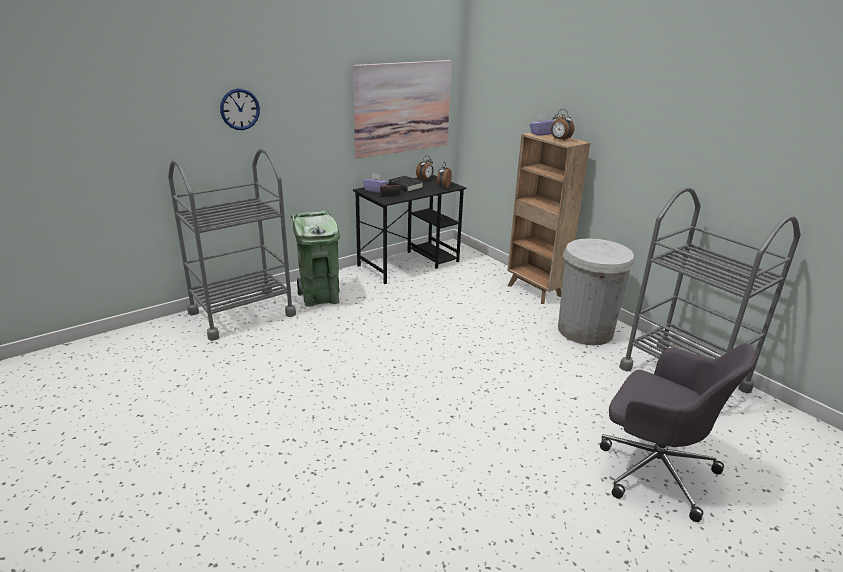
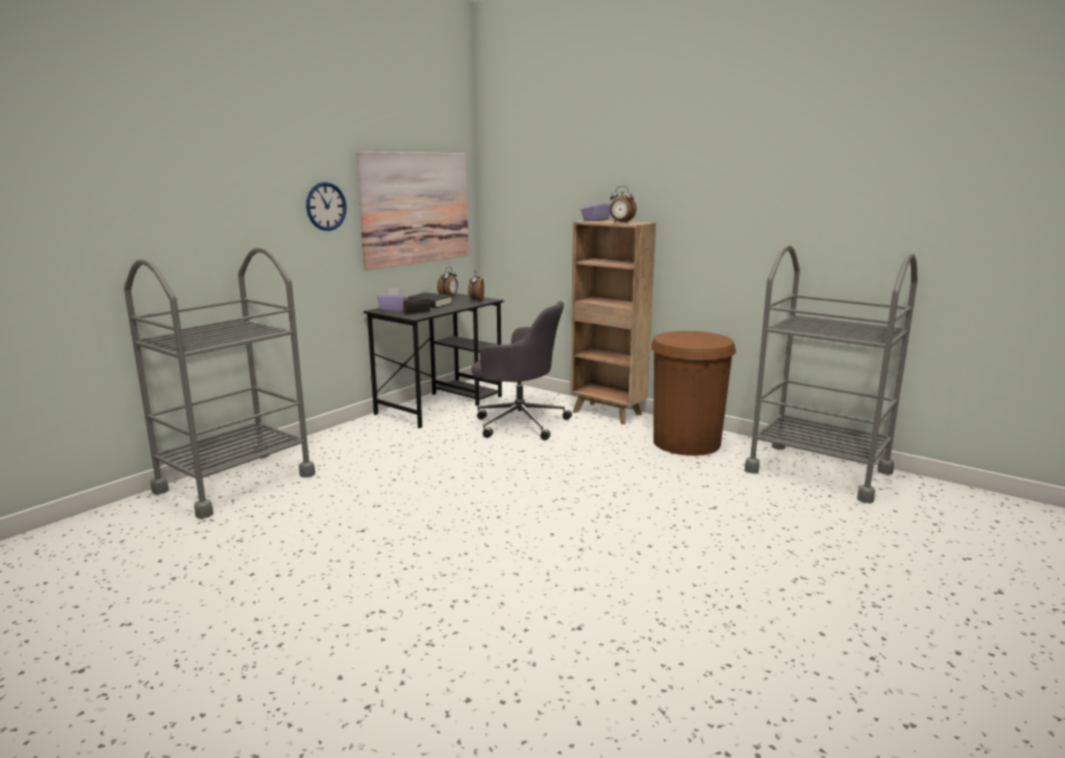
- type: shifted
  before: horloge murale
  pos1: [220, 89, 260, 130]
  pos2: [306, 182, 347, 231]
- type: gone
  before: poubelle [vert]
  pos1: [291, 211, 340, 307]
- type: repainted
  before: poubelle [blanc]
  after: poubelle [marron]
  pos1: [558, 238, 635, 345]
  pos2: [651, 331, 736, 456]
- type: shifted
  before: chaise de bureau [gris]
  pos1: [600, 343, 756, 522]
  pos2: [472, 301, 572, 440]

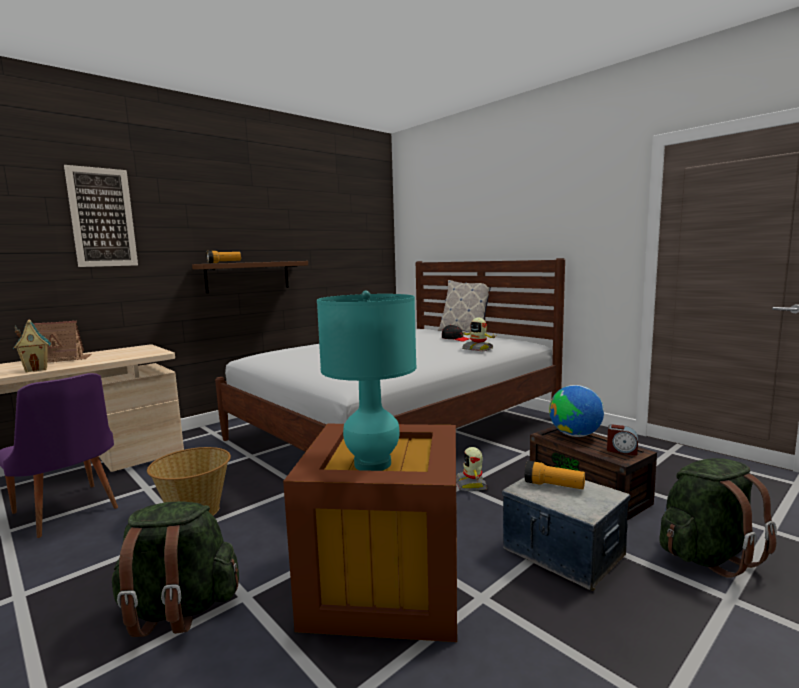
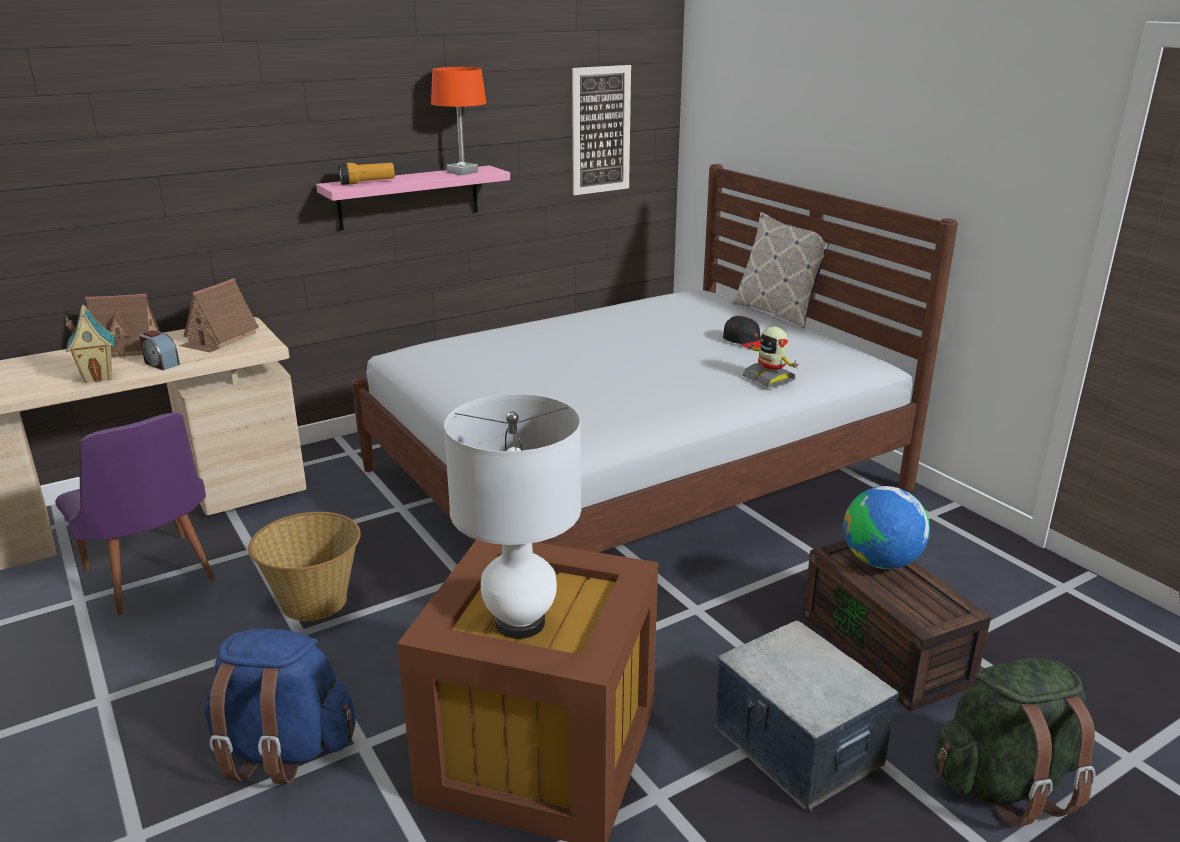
- type: shifted
  before: tableau
  pos1: [64, 165, 138, 267]
  pos2: [572, 65, 631, 195]
- type: repainted
  before: sac à dos [vert]
  after: sac à dos [bleu]
  pos1: [111, 501, 239, 637]
  pos2: [205, 628, 356, 784]
- type: repainted
  before: étagère [marron]
  after: étagère [rose]
  pos1: [192, 261, 308, 293]
  pos2: [316, 165, 510, 231]
- type: repainted
  before: lampe de table [turquoise]
  after: lampe de table [blanc]
  pos1: [317, 291, 417, 471]
  pos2: [444, 394, 581, 639]
- type: gone
  before: robot jouet
  pos1: [456, 447, 488, 491]
- type: gone
  before: lampe de poche
  pos1: [525, 461, 585, 489]
- type: shifted
  before: réveil
  pos1: [607, 424, 638, 455]
  pos2: [139, 330, 180, 370]
- type: new
  after: maison miniature
  pos2: [179, 278, 259, 353]
- type: new
  after: lampe de table [orange]
  pos2: [431, 67, 486, 175]

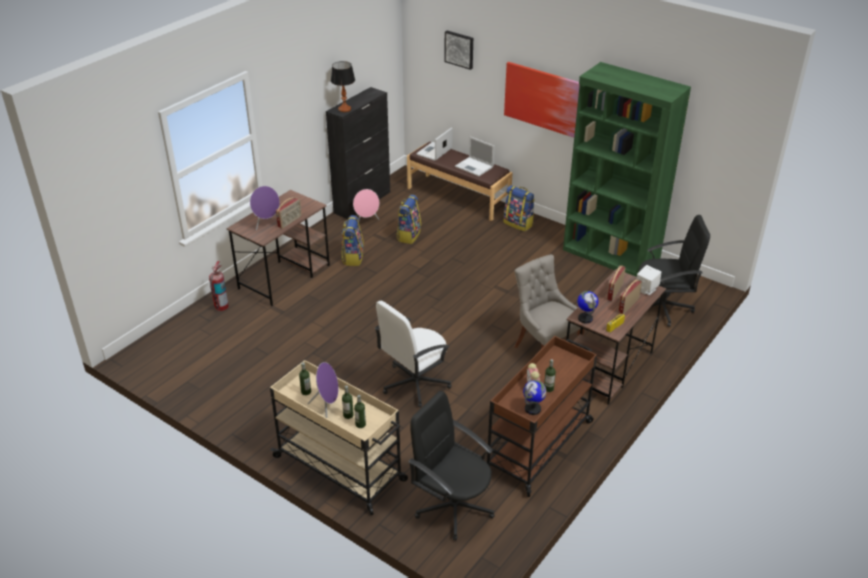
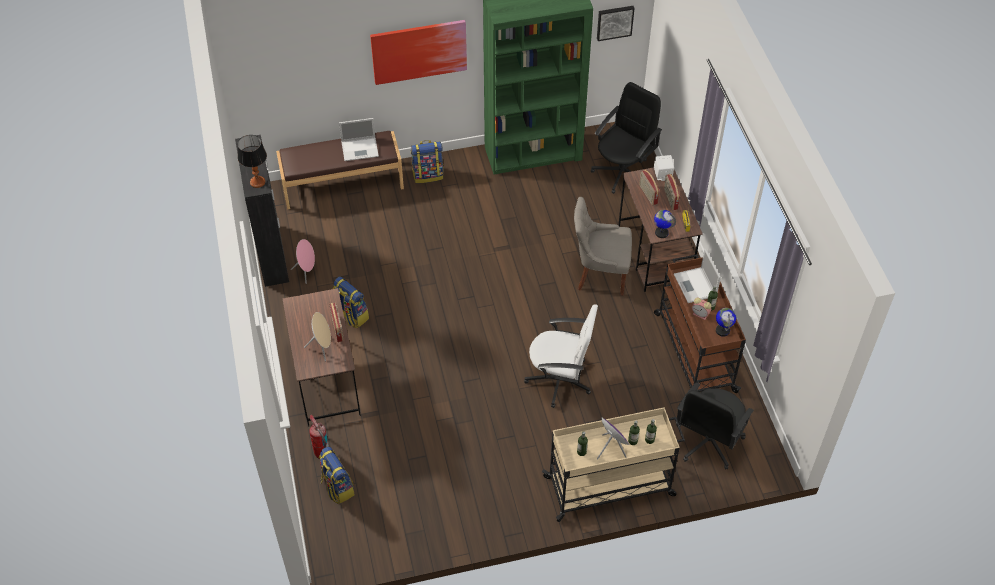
- type: repainted
  before: enceinte [violet]
  after: enceinte [beige]
  pos1: [250, 186, 280, 231]
  pos2: [304, 312, 331, 361]
- type: rotated
  before: chaise de bureau [blanc]
  pos1: [375, 301, 452, 408]
  pos2: [524, 304, 598, 408]
  turn: -75
- type: shifted
  before: sac à dos
  pos1: [396, 195, 421, 244]
  pos2: [319, 446, 355, 504]
- type: rotated
  before: chaise de bureau [noir]
  pos1: [408, 391, 495, 541]
  pos2: [676, 382, 754, 469]
  turn: -45
- type: shifted
  before: ordinateur portable
  pos1: [416, 127, 453, 161]
  pos2: [674, 249, 721, 303]
- type: shifted
  before: tableau
  pos1: [444, 31, 473, 70]
  pos2: [597, 6, 635, 41]

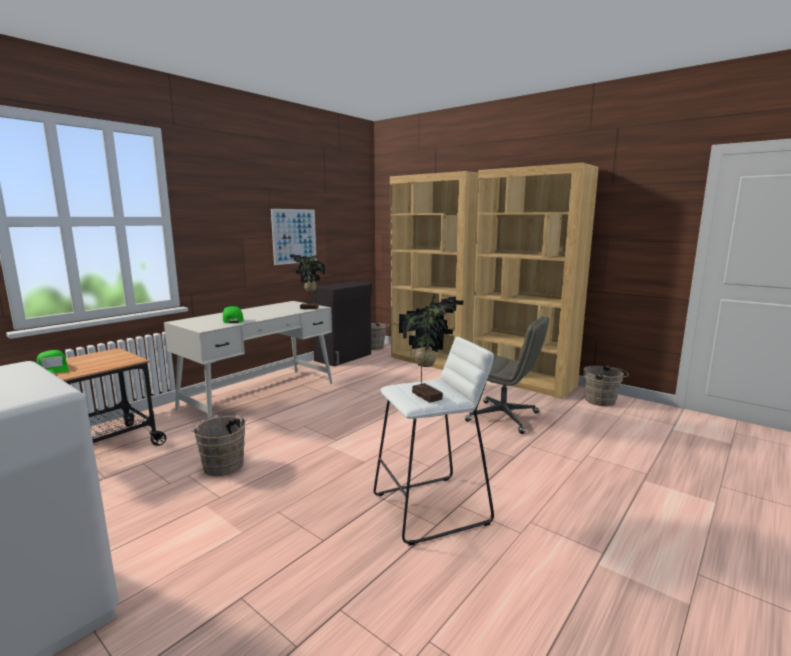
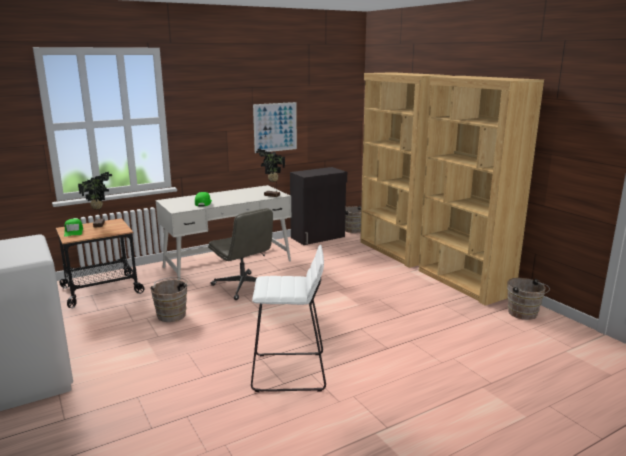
- type: shifted
  before: plante en pot
  pos1: [399, 295, 463, 403]
  pos2: [78, 172, 112, 228]
- type: shifted
  before: chaise de bureau [gris]
  pos1: [465, 316, 549, 434]
  pos2: [208, 208, 273, 300]

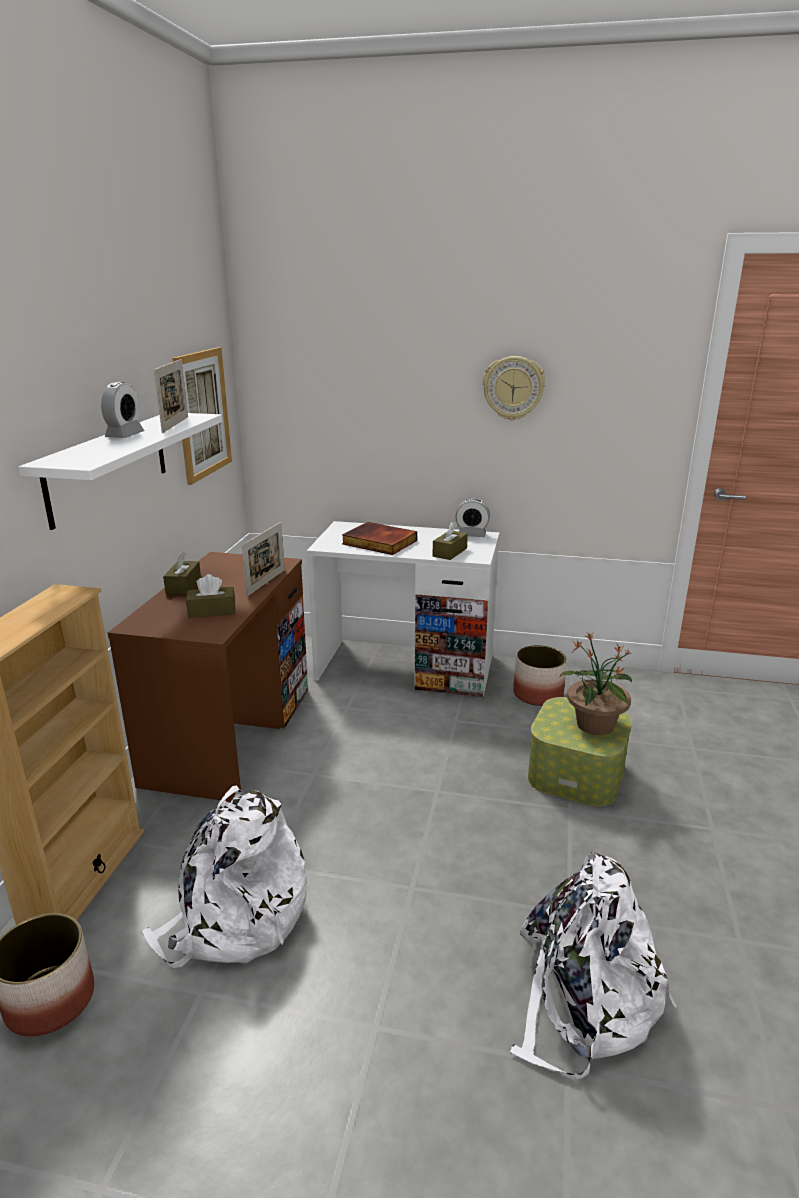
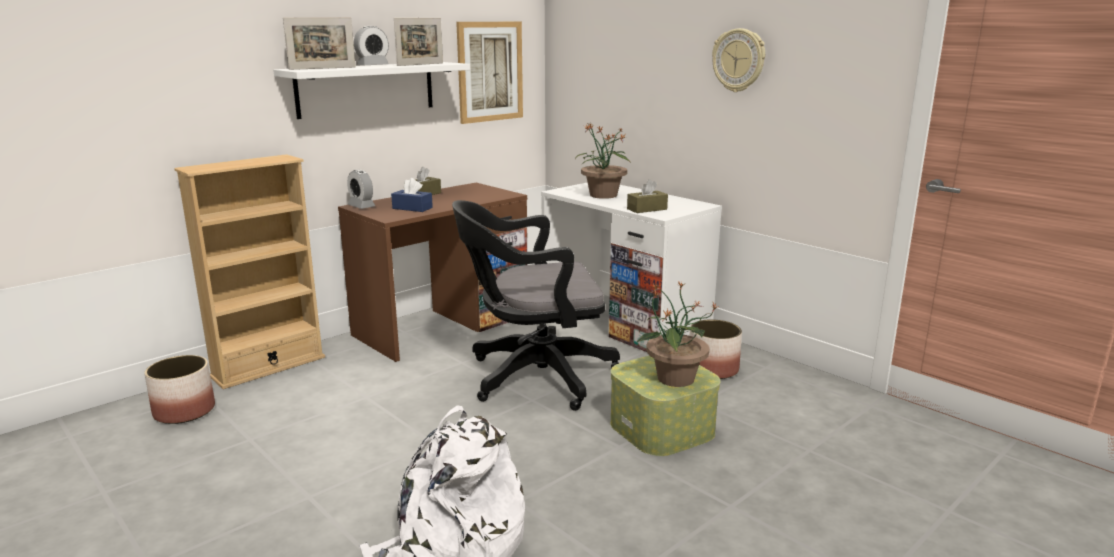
- type: gone
  before: sac à dos [blanc]
  pos1: [141, 785, 307, 968]
- type: repainted
  before: boîte à mouchoirs [marron]
  after: boîte à mouchoirs [bleu]
  pos1: [186, 574, 235, 618]
  pos2: [391, 178, 433, 212]
- type: shifted
  before: cadre photo
  pos1: [242, 522, 285, 597]
  pos2: [283, 17, 356, 70]
- type: swapped
  before: livre
  after: plante en pot
  pos1: [342, 522, 417, 555]
  pos2: [575, 123, 631, 199]
- type: shifted
  before: réveil
  pos1: [456, 498, 490, 537]
  pos2: [347, 170, 375, 209]
- type: new
  after: chaise de bureau [noir]
  pos2: [452, 200, 620, 411]

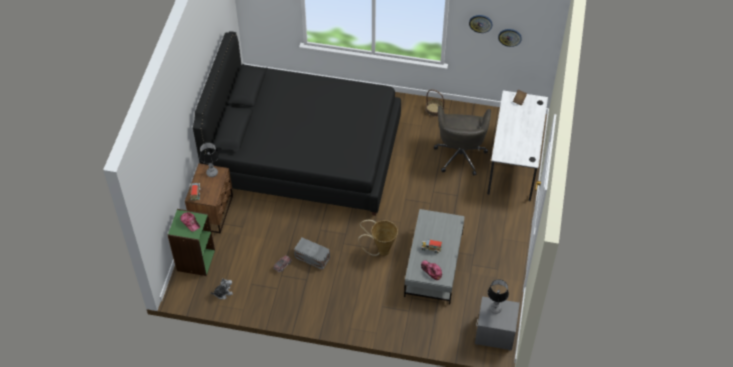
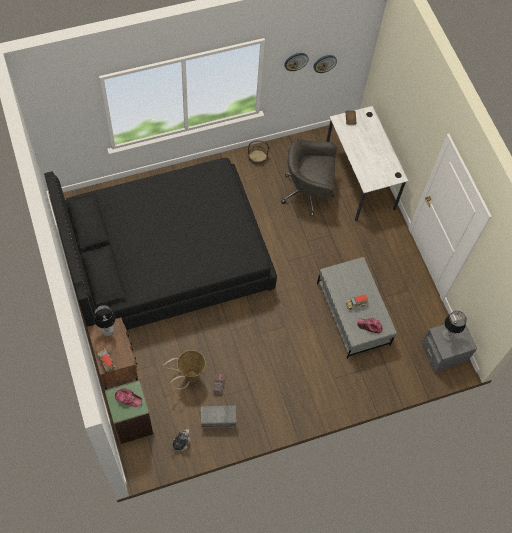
- type: shifted
  before: boîte de rangement [gris]
  pos1: [294, 238, 330, 270]
  pos2: [201, 406, 236, 429]
- type: shifted
  before: panier
  pos1: [358, 220, 398, 256]
  pos2: [162, 350, 206, 389]
- type: rotated
  before: chaise de bureau [gris]
  pos1: [434, 106, 491, 175]
  pos2: [281, 139, 337, 216]
  turn: 120

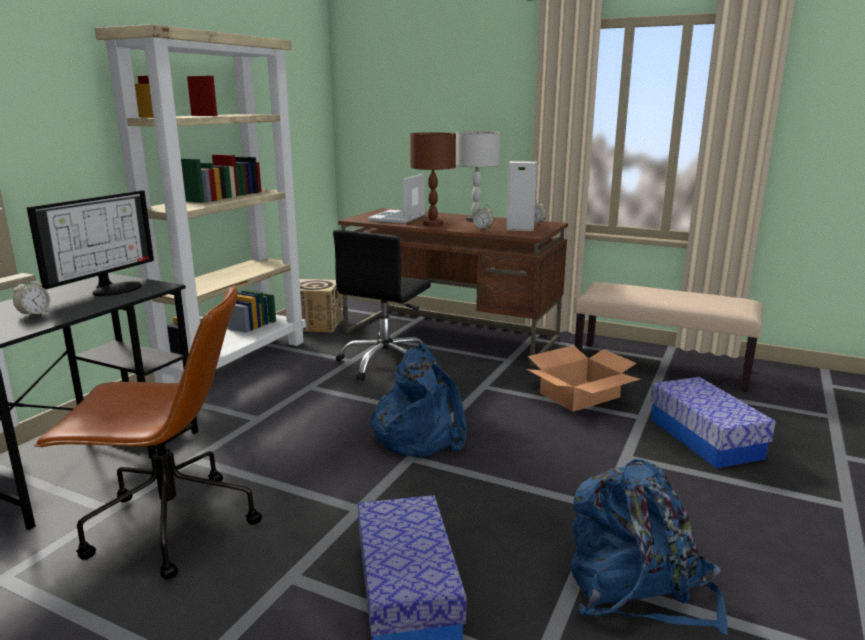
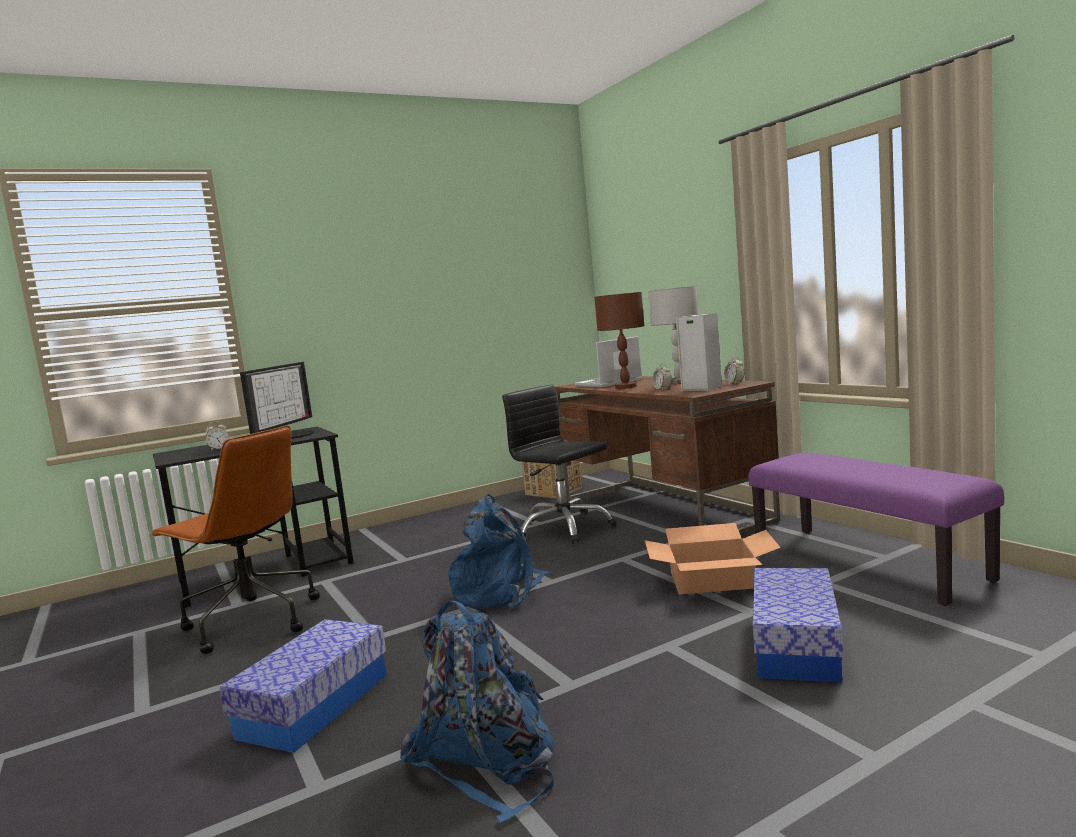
- type: rotated
  before: écran d'ordinateur
  pos1: [27, 190, 154, 296]
  pos2: [240, 362, 315, 439]
  turn: -45
- type: gone
  before: bibliothèque [beige]
  pos1: [95, 24, 306, 383]
- type: rotated
  before: chaise de bureau [noir]
  pos1: [333, 230, 431, 381]
  pos2: [502, 385, 617, 544]
  turn: 75
- type: repainted
  before: banc [beige]
  after: banc [violet]
  pos1: [575, 282, 762, 392]
  pos2: [748, 452, 1004, 606]

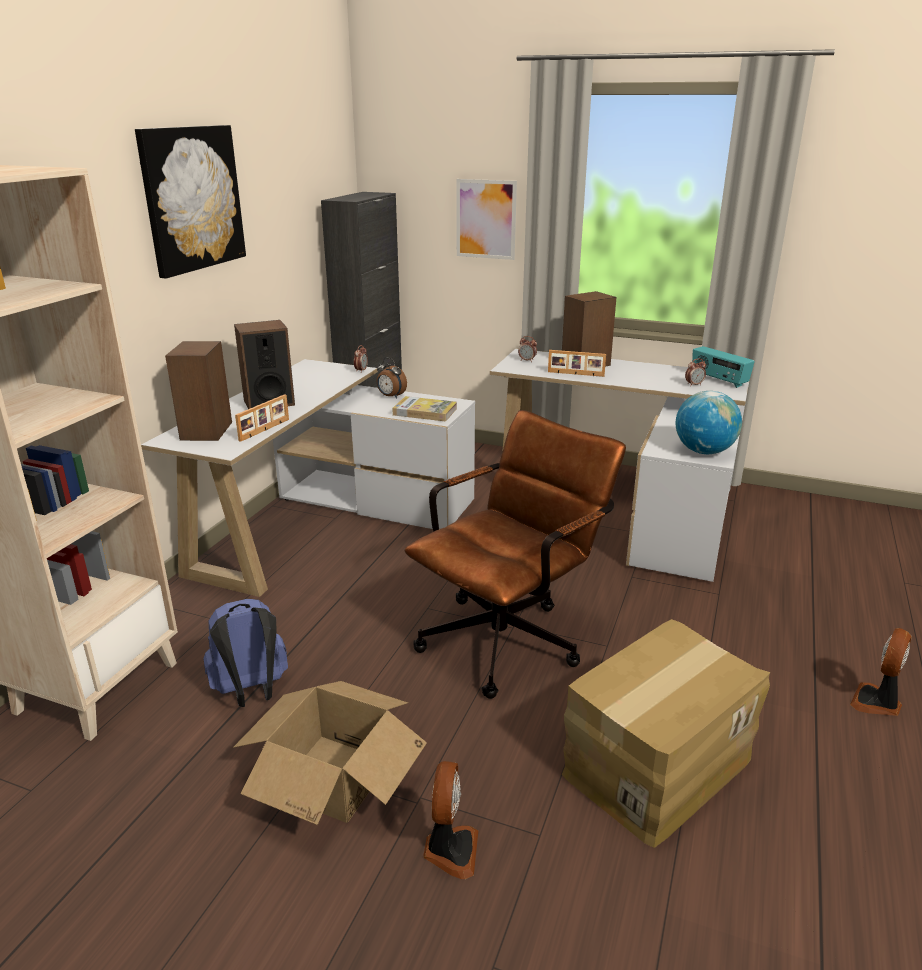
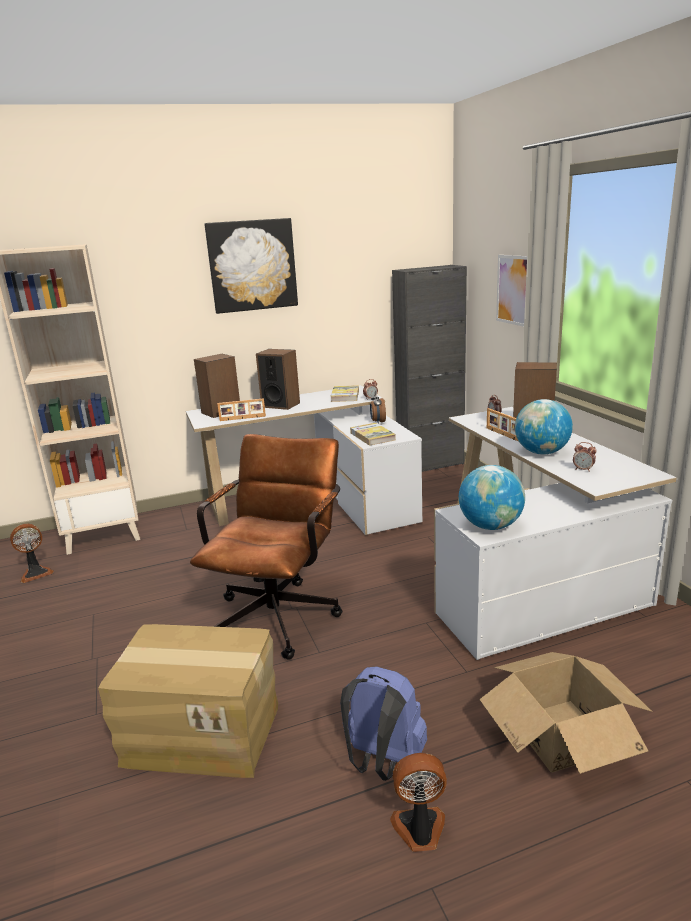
- type: shifted
  before: sac à dos [bleu]
  pos1: [203, 599, 288, 707]
  pos2: [340, 667, 427, 781]
- type: shifted
  before: carton
  pos1: [233, 681, 427, 825]
  pos2: [479, 652, 653, 774]
- type: rotated
  before: chaise de bureau [marron]
  pos1: [404, 410, 626, 699]
  pos2: [190, 434, 343, 660]
  turn: -75
- type: shifted
  before: ventilateur
  pos1: [423, 761, 478, 879]
  pos2: [10, 524, 54, 583]
- type: gone
  before: radio
  pos1: [692, 346, 755, 388]
- type: new
  after: livre
  pos2: [330, 385, 359, 402]
- type: new
  after: globe
  pos2: [515, 399, 573, 455]

